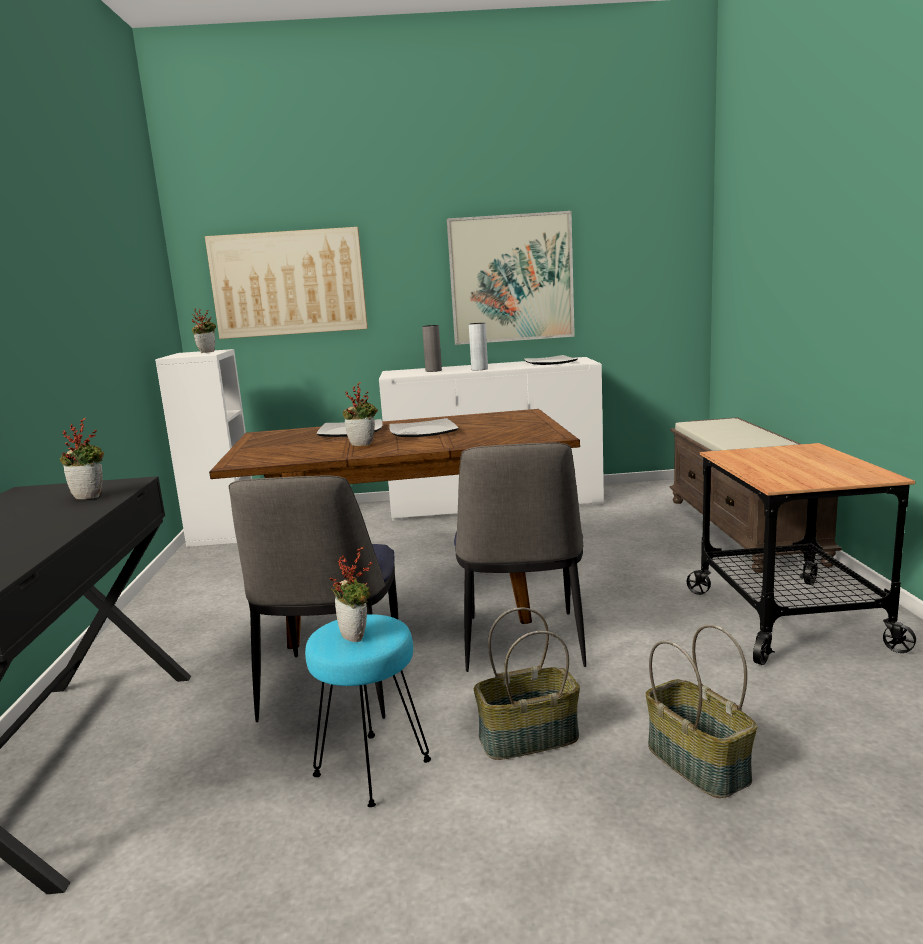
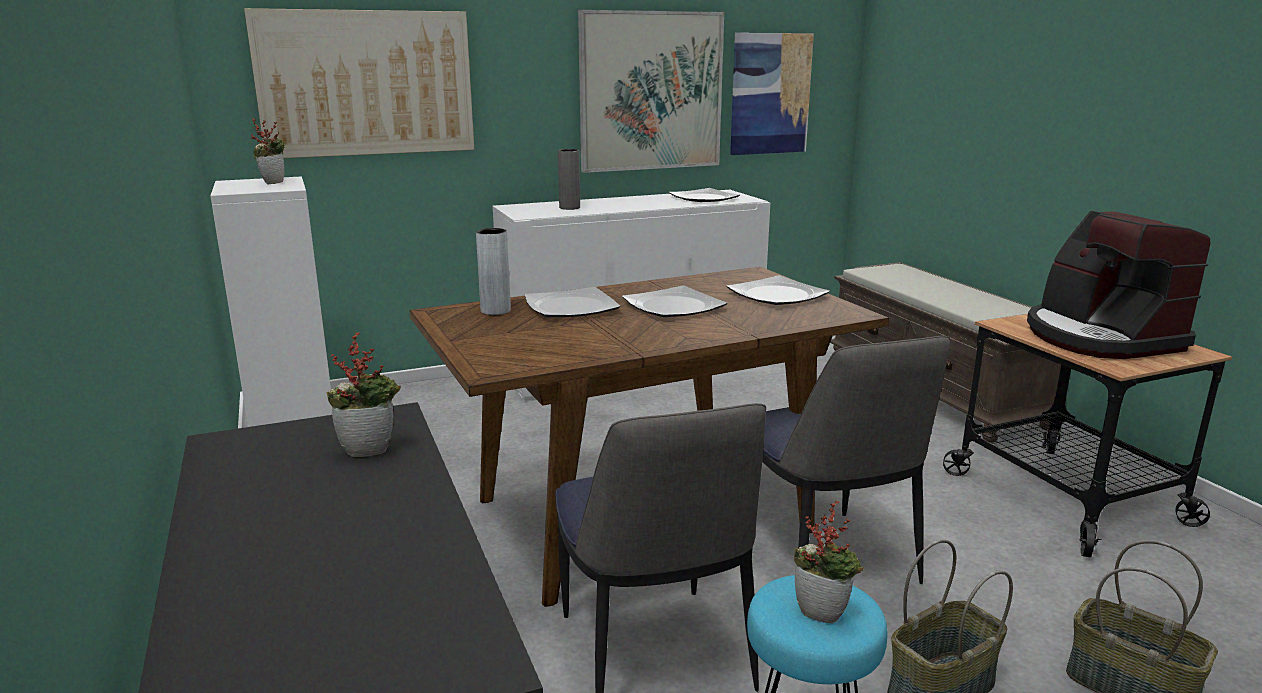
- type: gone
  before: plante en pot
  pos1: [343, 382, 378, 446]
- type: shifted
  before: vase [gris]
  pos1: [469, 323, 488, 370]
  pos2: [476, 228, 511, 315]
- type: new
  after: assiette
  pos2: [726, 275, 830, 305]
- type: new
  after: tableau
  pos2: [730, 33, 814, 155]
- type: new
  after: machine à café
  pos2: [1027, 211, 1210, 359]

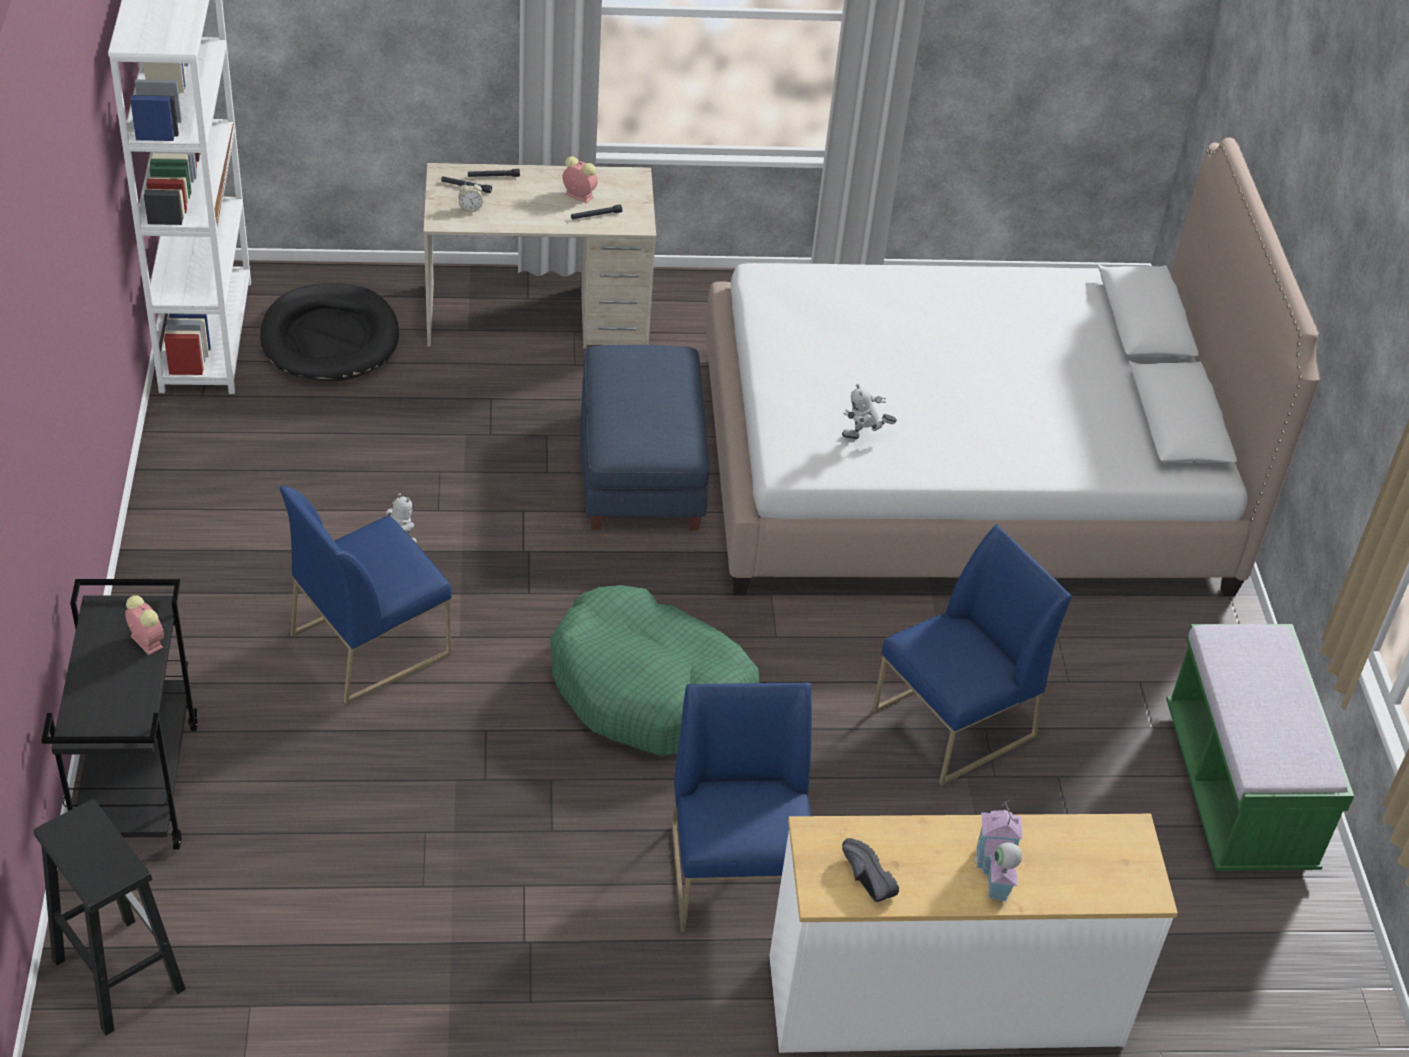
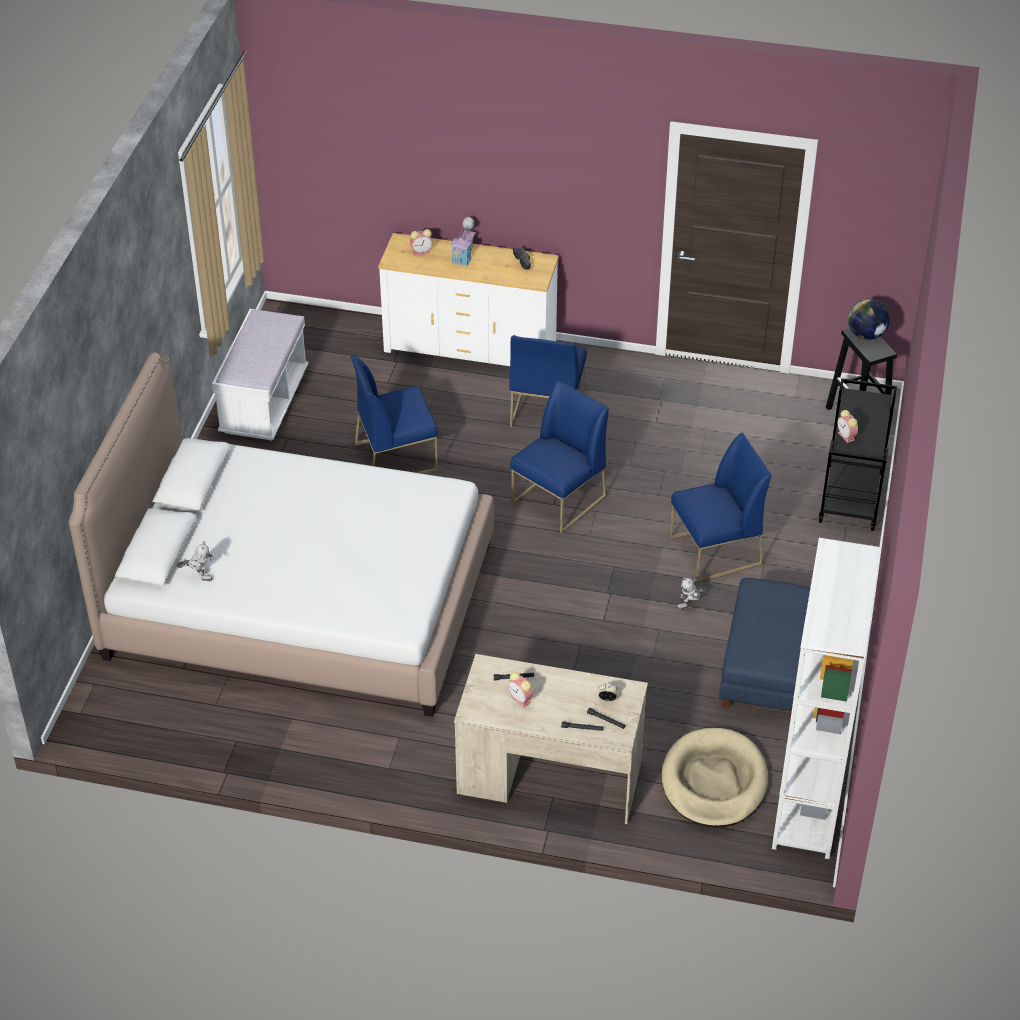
- type: repainted
  before: panier pour chien [noir]
  after: panier pour chien [beige]
  pos1: [260, 283, 399, 381]
  pos2: [662, 728, 768, 828]
- type: swapped
  before: panier pour chien [vert]
  after: chaise [bleu]
  pos1: [550, 585, 759, 756]
  pos2: [510, 380, 609, 534]
- type: shifted
  before: pouf [bleu]
  pos1: [580, 345, 710, 530]
  pos2: [719, 578, 811, 719]
- type: shifted
  before: robot jouet
  pos1: [842, 384, 897, 439]
  pos2: [177, 542, 214, 581]
- type: repainted
  before: banc [vert]
  after: banc [blanc]
  pos1: [1166, 624, 1354, 871]
  pos2: [212, 309, 308, 440]
- type: new
  after: réveil
  pos2: [410, 229, 432, 256]
- type: new
  after: globe
  pos2: [848, 298, 890, 340]

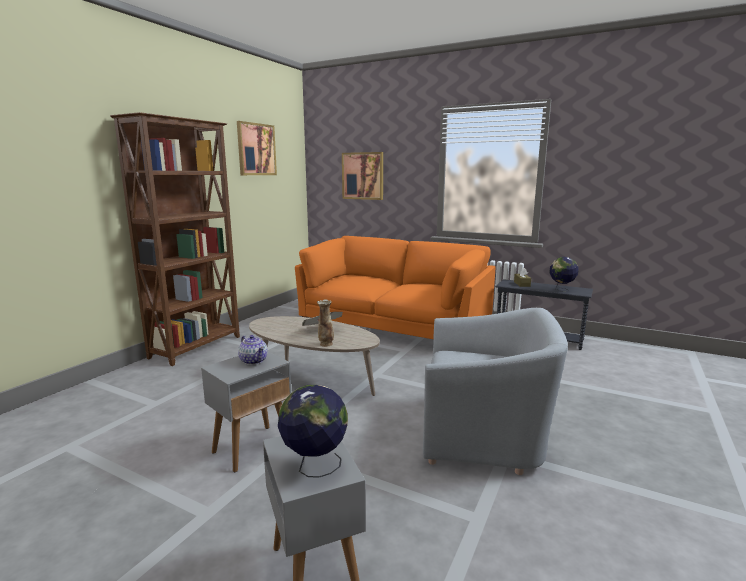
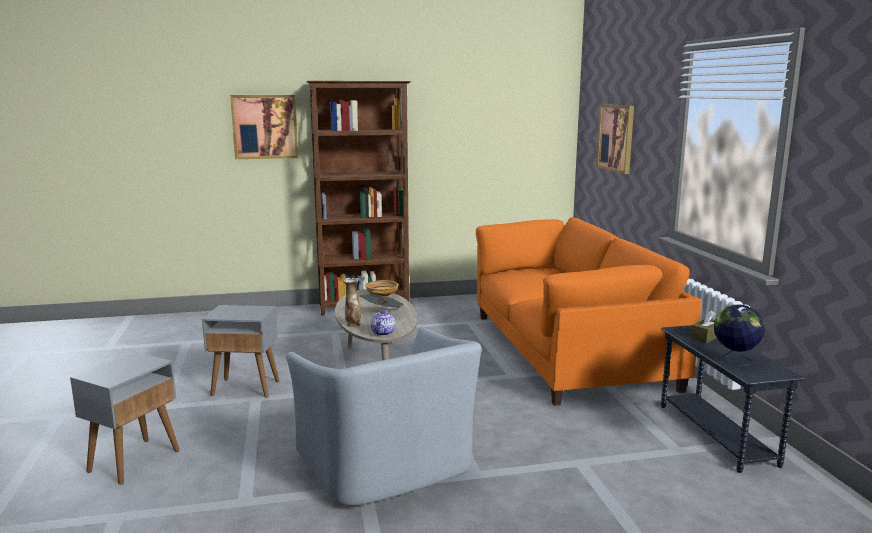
- type: shifted
  before: tableau
  pos1: [237, 121, 277, 175]
  pos2: [230, 95, 298, 159]
- type: shifted
  before: théière
  pos1: [238, 335, 268, 365]
  pos2: [371, 310, 396, 336]
- type: gone
  before: globe
  pos1: [278, 385, 348, 477]
- type: new
  after: bol [beige]
  pos2: [365, 280, 399, 297]

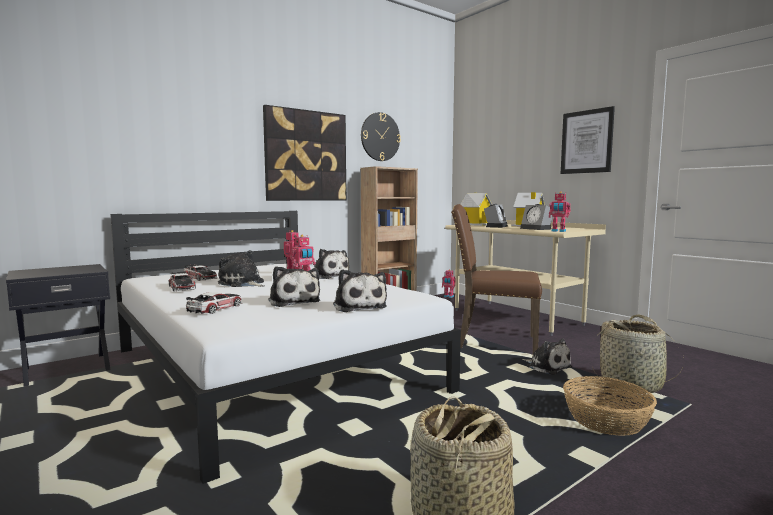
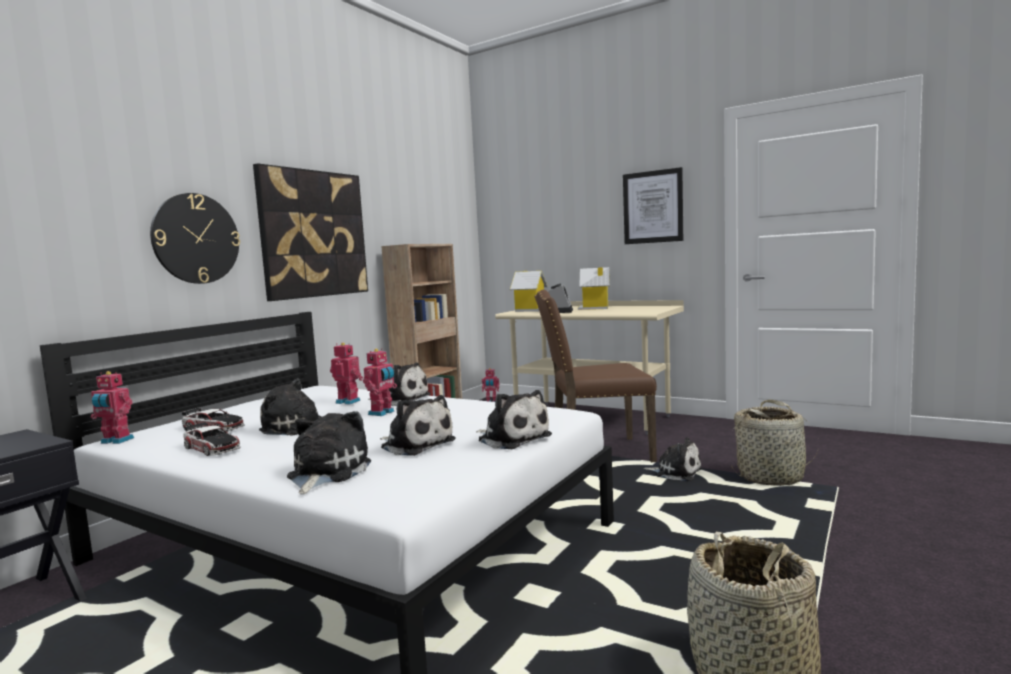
- type: swapped
  before: petite voiture
  after: peluche
  pos1: [186, 292, 242, 314]
  pos2: [287, 411, 371, 494]
- type: shifted
  before: horloge murale
  pos1: [361, 112, 401, 161]
  pos2: [150, 193, 240, 284]
- type: gone
  before: réveil
  pos1: [520, 204, 552, 230]
- type: shifted
  before: robot jouet
  pos1: [549, 191, 571, 232]
  pos2: [91, 371, 134, 444]
- type: gone
  before: panier
  pos1: [563, 376, 657, 436]

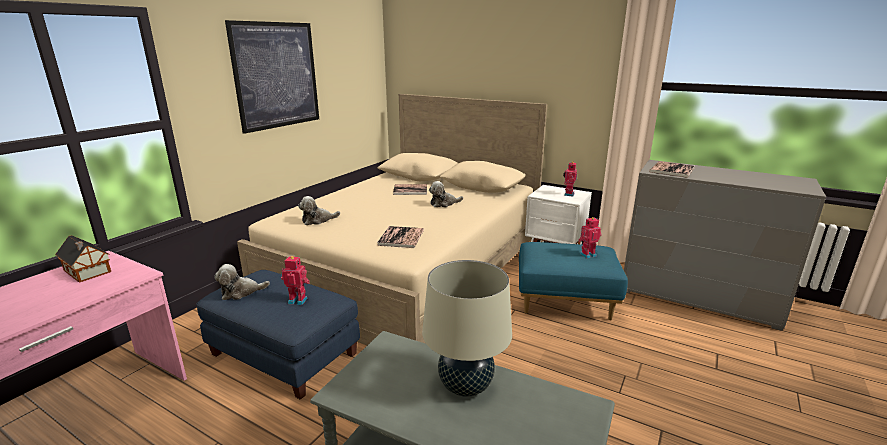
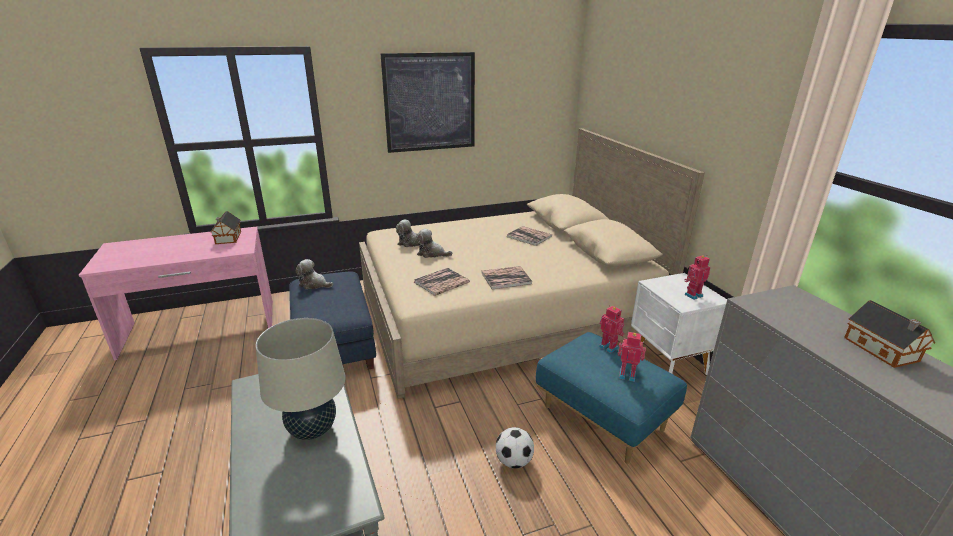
- type: shifted
  before: robot jouet
  pos1: [281, 256, 310, 305]
  pos2: [599, 305, 624, 353]
- type: shifted
  before: peluche
  pos1: [429, 181, 463, 207]
  pos2: [416, 229, 452, 258]
- type: shifted
  before: livre
  pos1: [649, 161, 694, 178]
  pos2: [481, 266, 533, 289]
- type: new
  after: ballon de foot
  pos2: [496, 427, 534, 468]
- type: new
  after: maison miniature
  pos2: [844, 300, 935, 368]

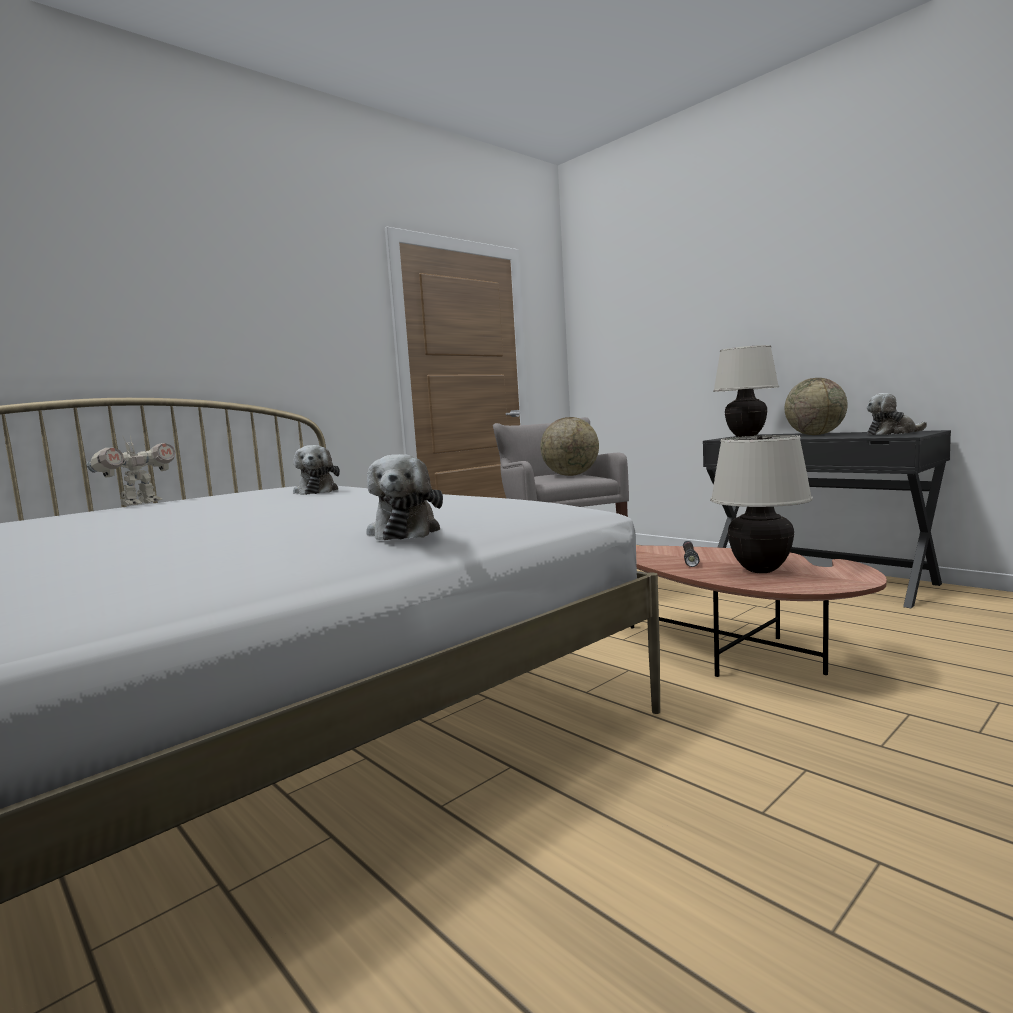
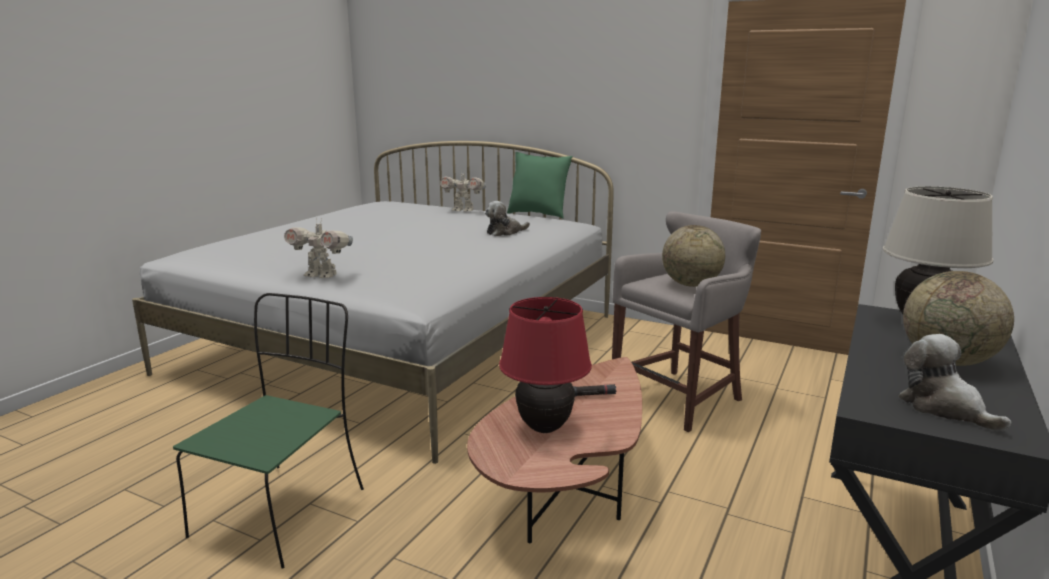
- type: swapped
  before: peluche
  after: robot jouet
  pos1: [366, 454, 443, 540]
  pos2: [284, 217, 353, 278]
- type: repainted
  before: lampe de table [beige]
  after: lampe de table [rouge]
  pos1: [710, 435, 813, 573]
  pos2: [499, 297, 592, 433]
- type: new
  after: chaise [vert]
  pos2: [173, 293, 364, 568]
- type: new
  after: coussin [vert]
  pos2: [507, 152, 573, 219]

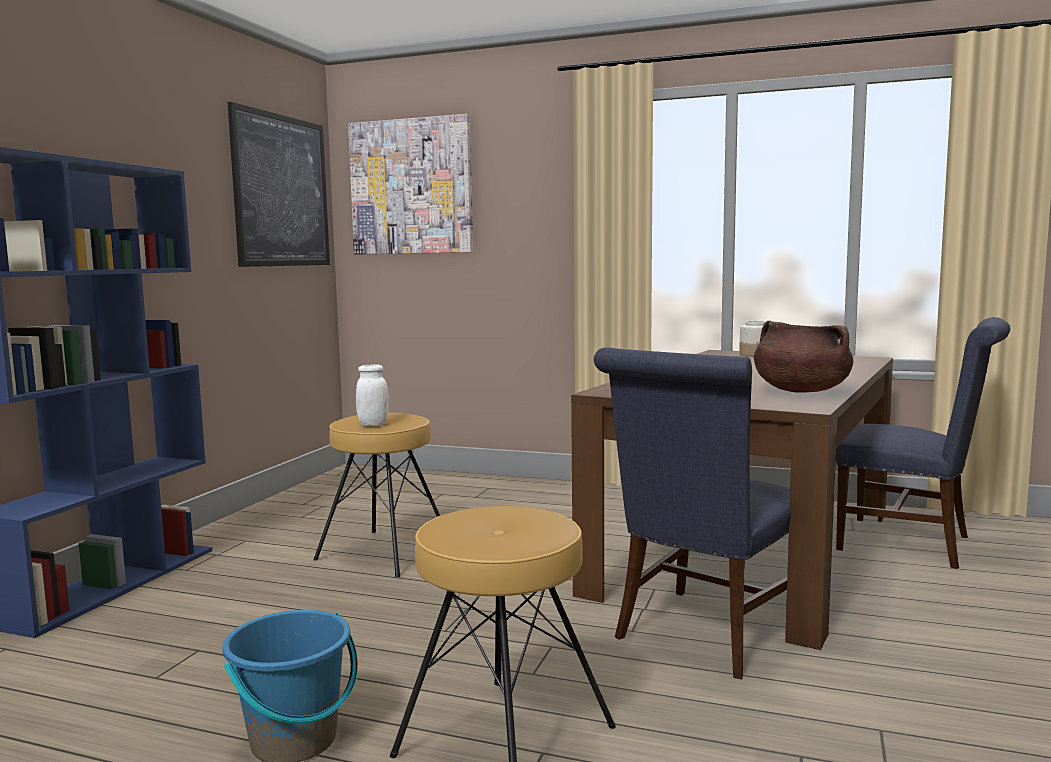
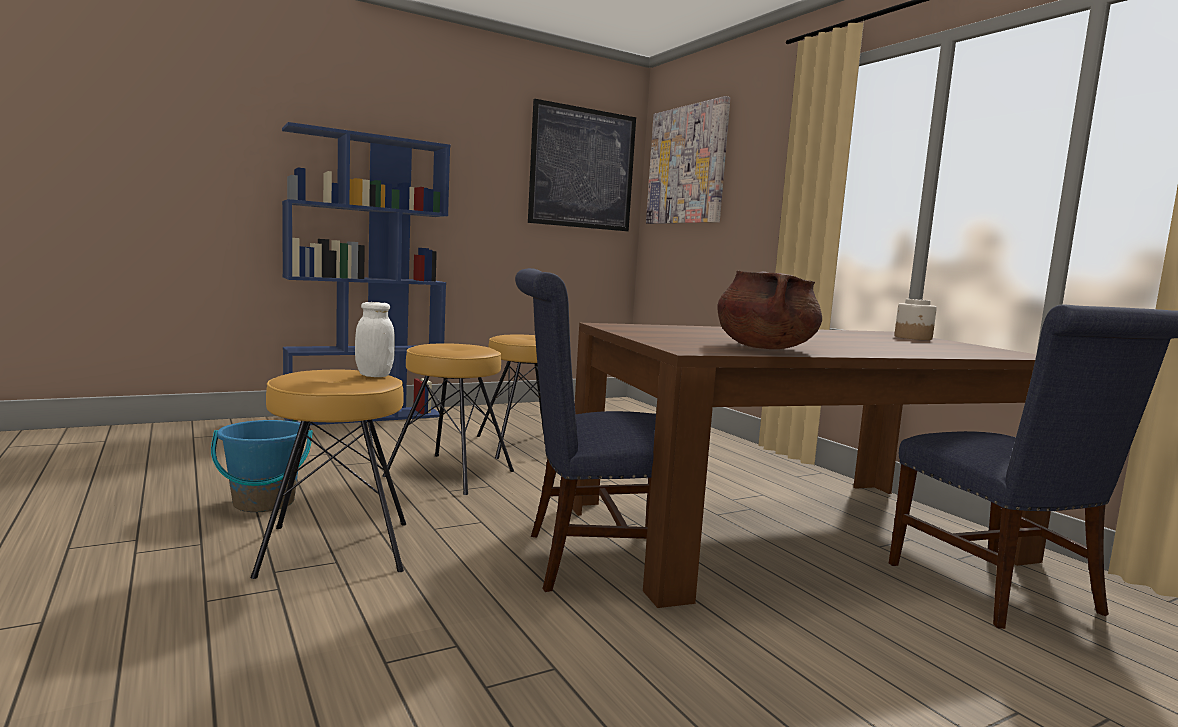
- type: shifted
  before: bocal [blanc]
  pos1: [356, 364, 389, 426]
  pos2: [355, 302, 395, 377]
- type: new
  after: tabouret [marron]
  pos2: [382, 343, 514, 495]

